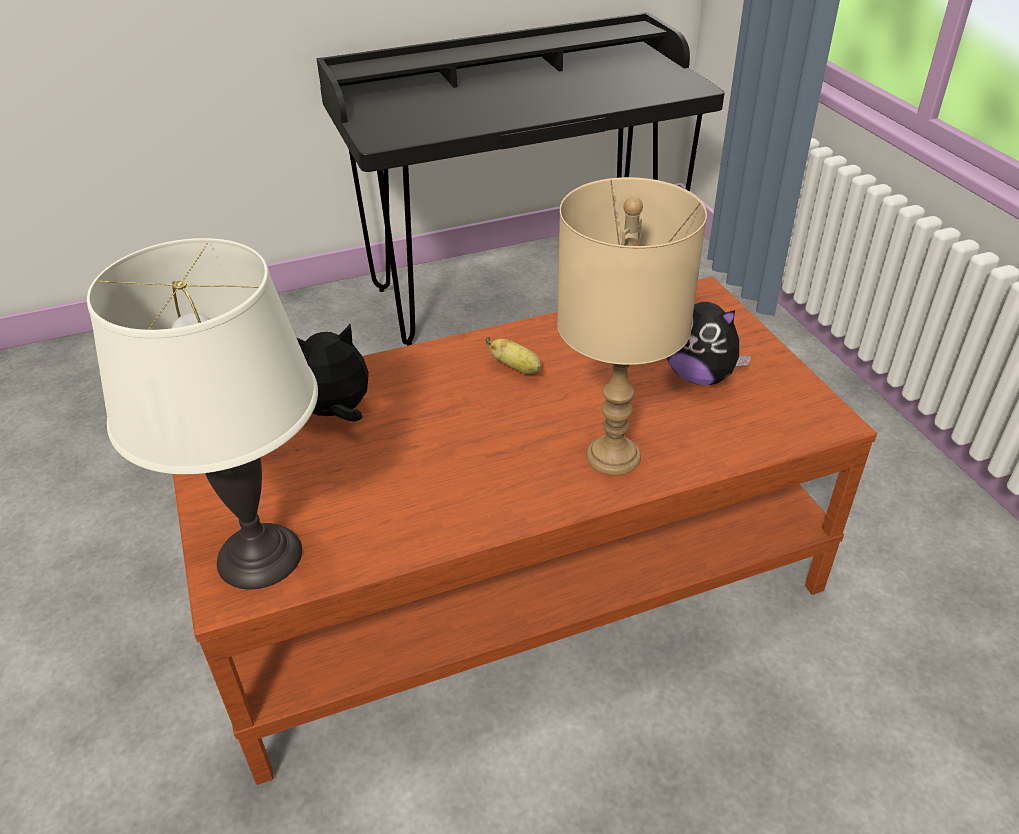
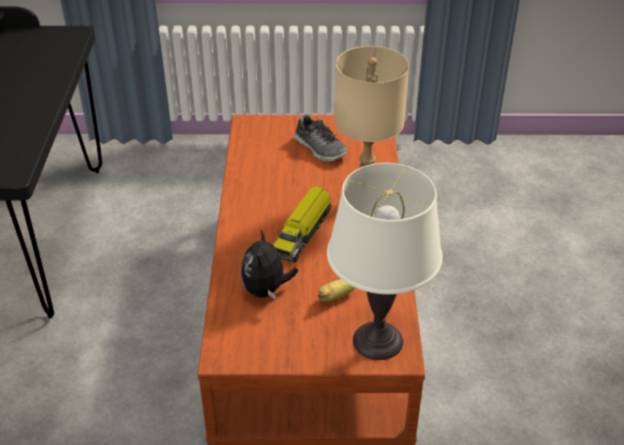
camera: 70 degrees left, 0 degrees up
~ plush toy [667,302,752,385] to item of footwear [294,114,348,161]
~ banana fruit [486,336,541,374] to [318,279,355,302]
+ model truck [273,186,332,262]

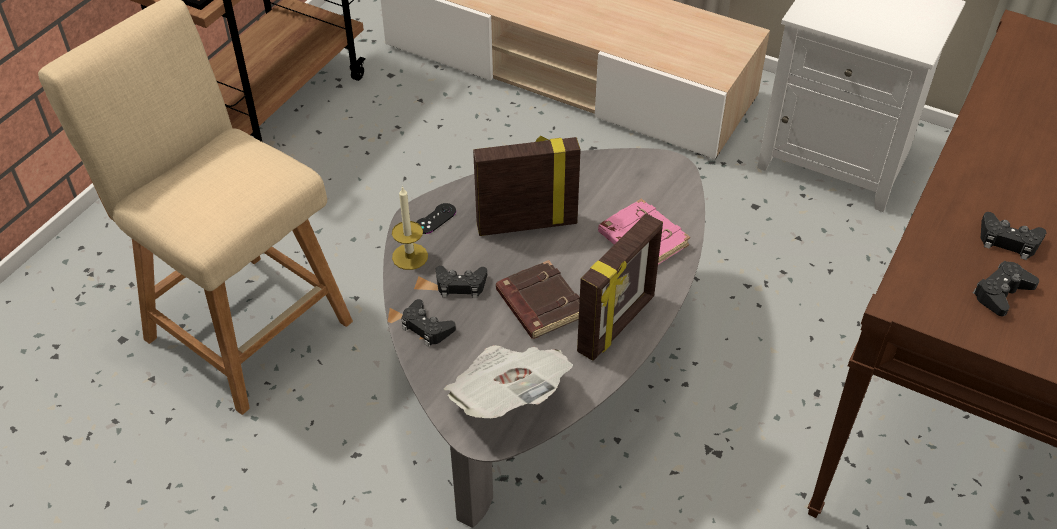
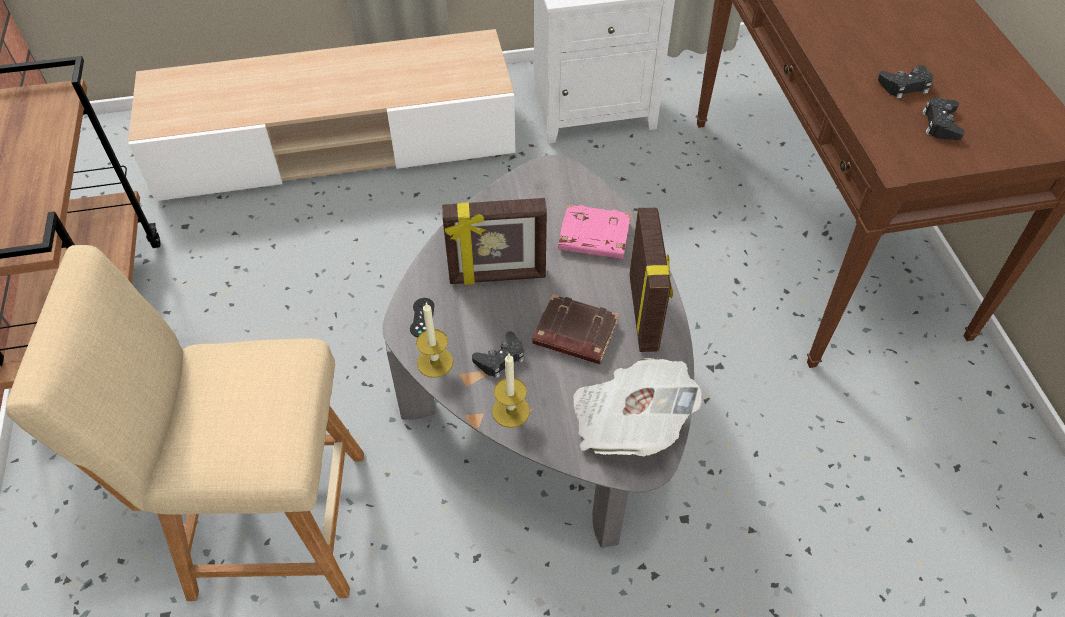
camera: 40 degrees left, 5 degrees up
~ picture frame [473,136,581,236] = [442,198,547,285] 135 degrees counterclockwise
~ black-coloured joypad [401,299,456,347] to wax light [492,354,530,428]

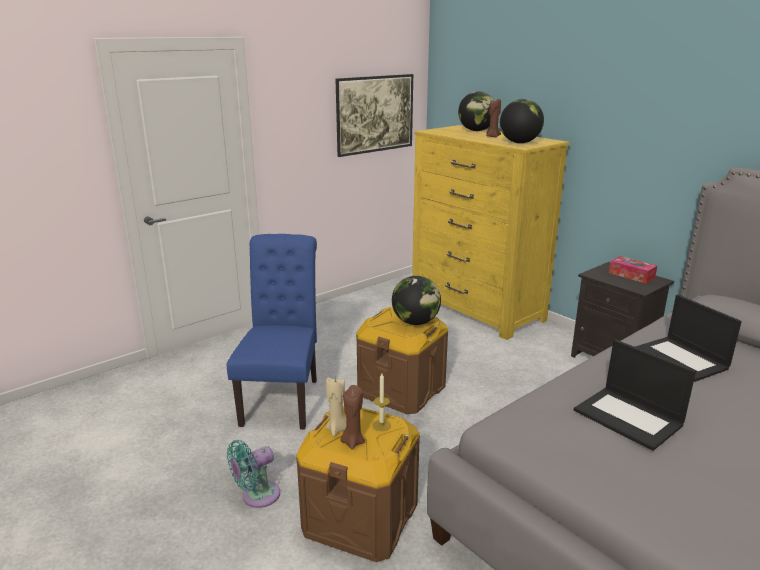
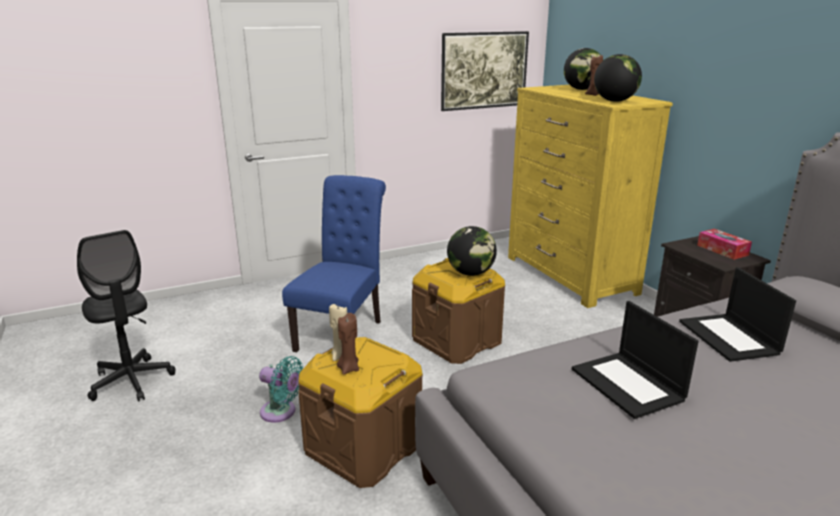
camera: 15 degrees right, 0 degrees up
- wax light [373,373,391,431]
~ blue-green electric fan [227,440,280,508] = [259,356,303,422] 135 degrees counterclockwise
+ black-coloured office chair [77,230,175,401]

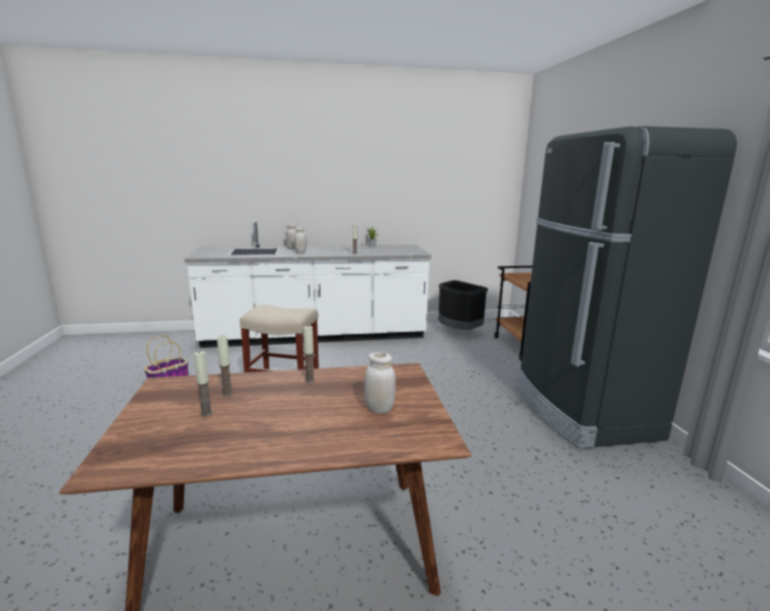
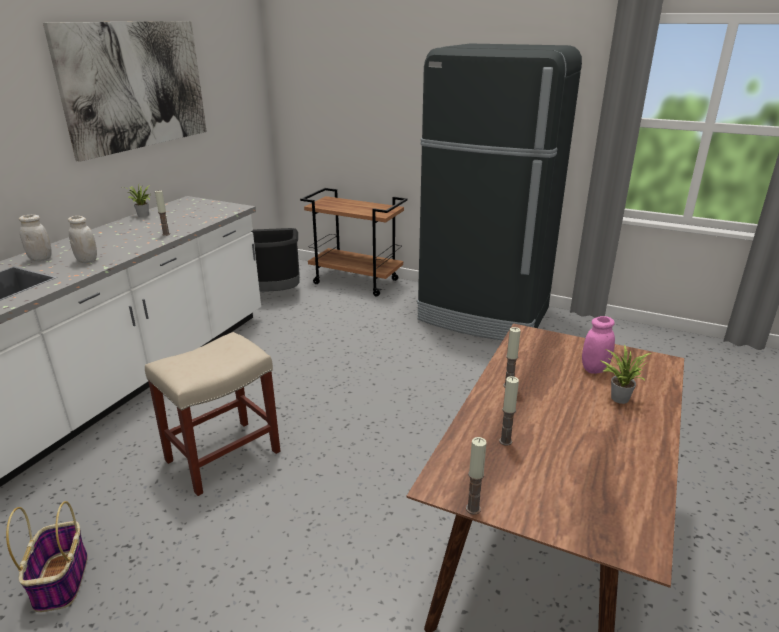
camera: 55 degrees left, 10 degrees up
~ wax light [194,351,213,417] to [466,437,486,515]
~ white preserve jar [364,352,396,413] to pink-coloured preserve jar [582,316,615,374]
+ wall art [43,21,207,162]
+ houseplant [600,345,651,404]

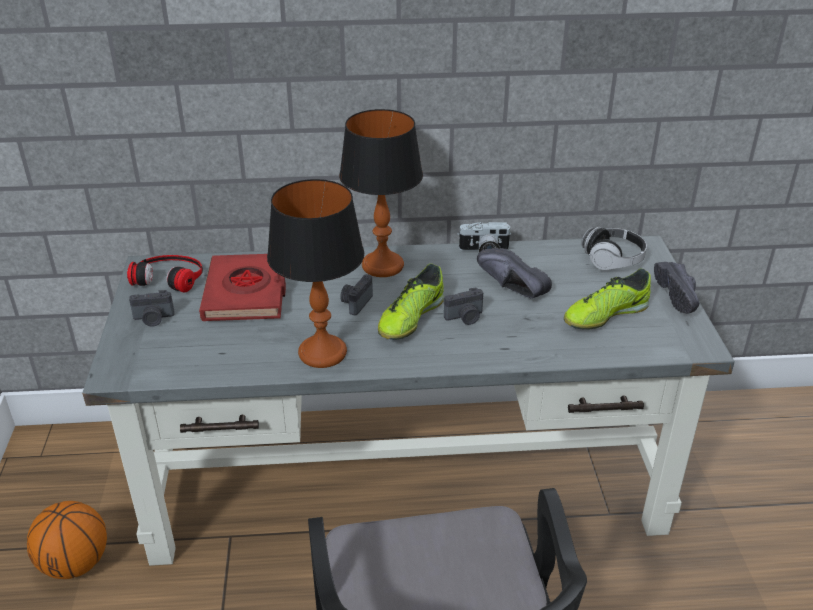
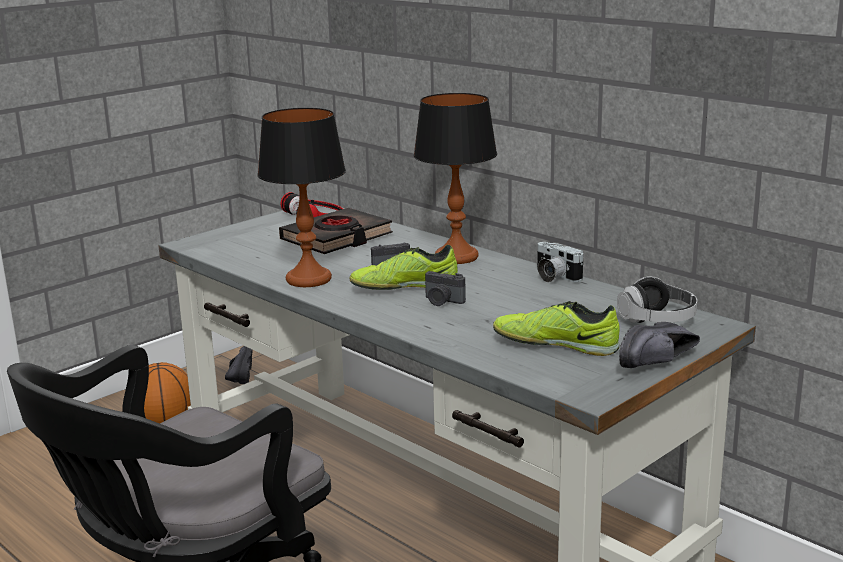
camera: 50 degrees right, 15 degrees down
~ black-coloured item of footwear [477,248,552,298] to [225,346,252,384]
~ red volume [199,254,286,321] to black-coloured volume [279,208,393,254]
- still camera [129,290,175,327]

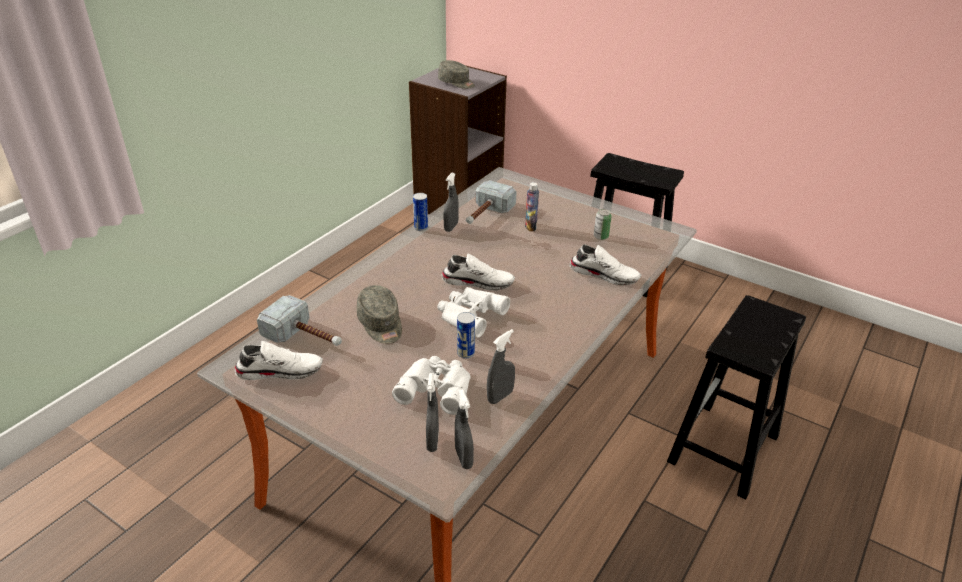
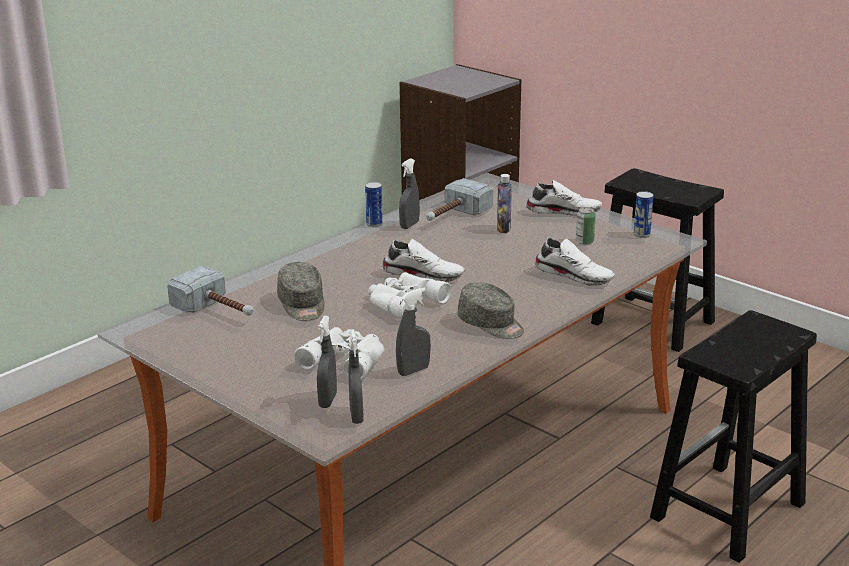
camera: 10 degrees right, 10 degrees down
~ grey peaked cap [438,60,475,89] to [458,282,524,339]
~ can [457,312,475,359] to [634,191,654,238]
~ white item of footwear [235,341,323,380] to [525,180,602,216]

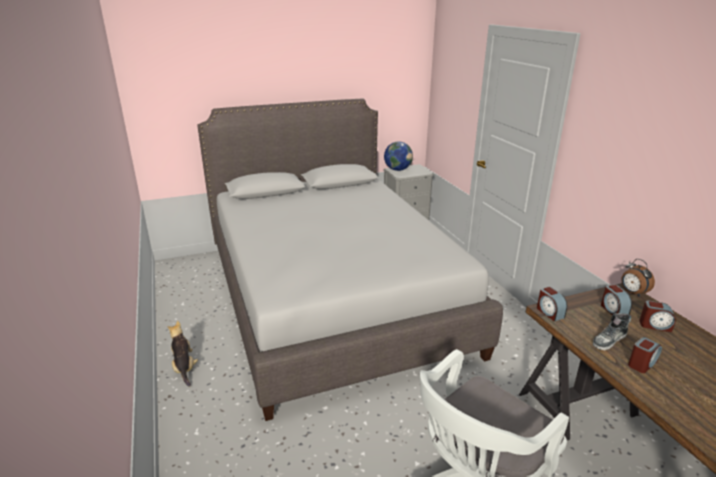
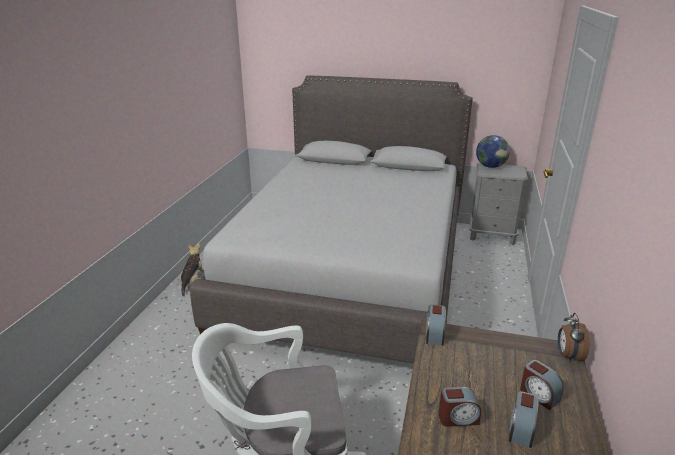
camera: 35 degrees right, 0 degrees up
~ table clock [601,285,632,315] to [509,391,539,448]
- item of footwear [593,313,631,350]

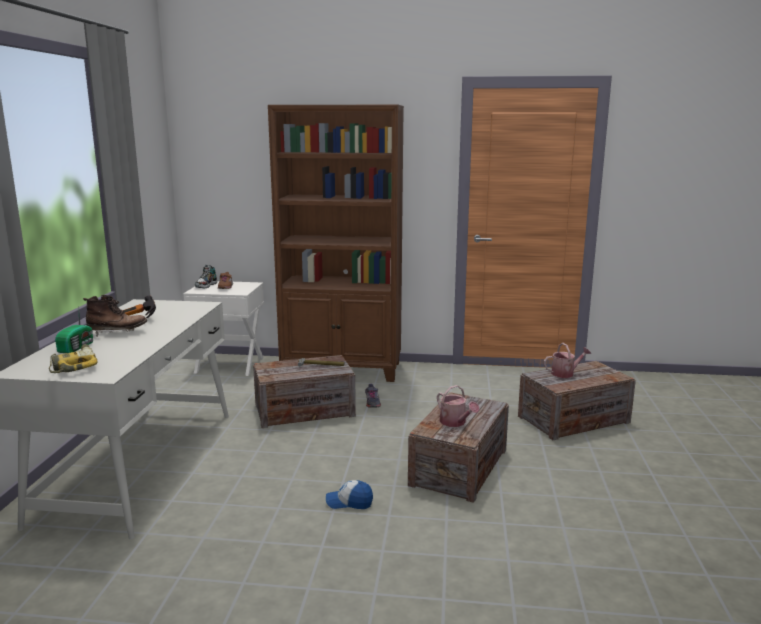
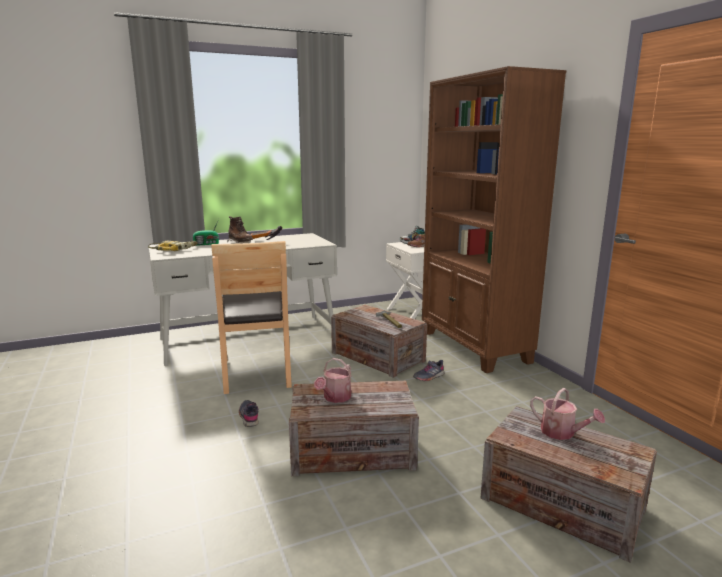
camera: 60 degrees right, 0 degrees up
~ peaked cap [326,480,373,509] to grey item of footwear [239,400,259,427]
+ brown chair [211,241,292,394]

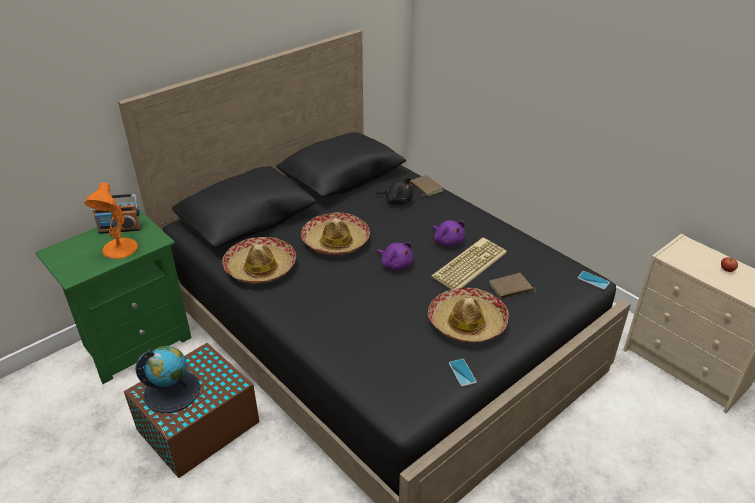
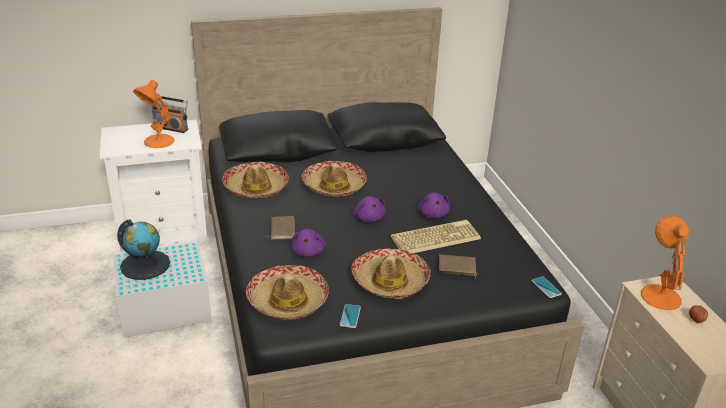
camera: 25 degrees right, 5 degrees down
~ brown volume [411,175,443,196] to [263,216,295,239]
- black-coloured plush toy [376,178,413,204]
~ green bedside table [35,210,191,384] to white bedside table [100,120,208,252]
~ brown storage box [124,343,259,478] to white storage box [113,240,212,338]
+ orange-coloured lamp for a table [641,215,689,310]
+ purplish plush toy [291,229,325,257]
+ clothing hat [246,265,329,320]

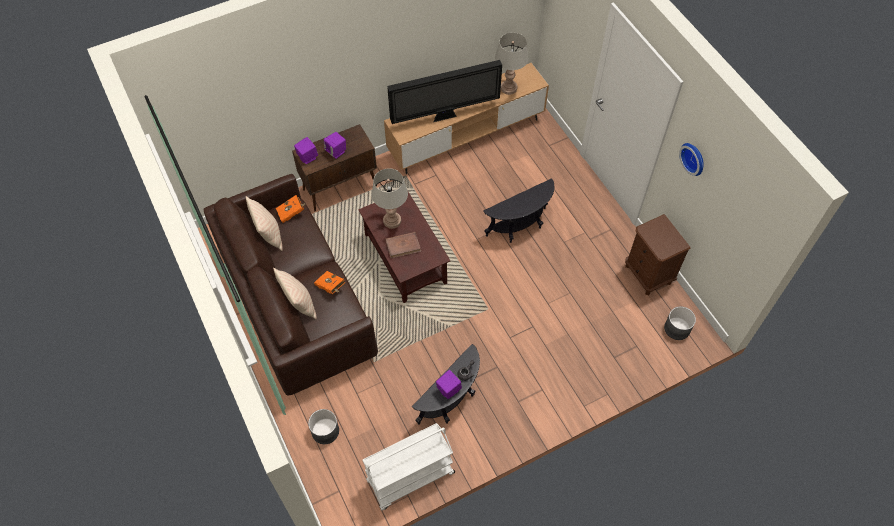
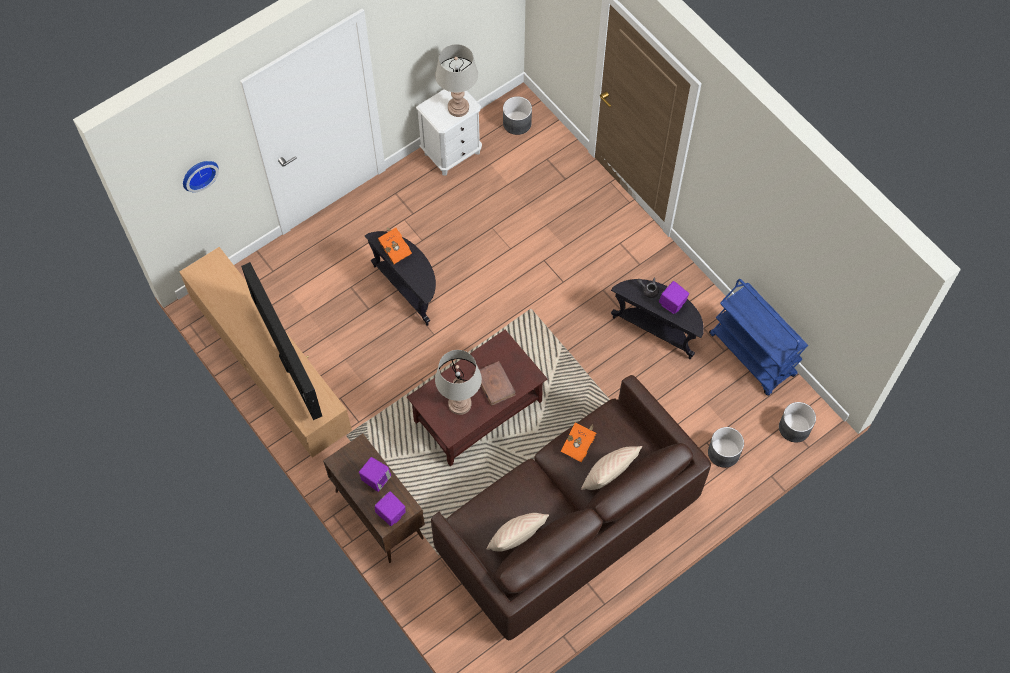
camera: 100 degrees left, 5 degrees up
~ grey lamp for a table [495,32,528,95] to [435,44,478,117]
~ clock on the wall [679,143,704,176] to [183,161,219,192]
~ orange-coloured volume [276,195,306,223] to [378,227,412,265]
~ brown bedside table [625,214,691,295] to white bedside table [416,89,482,176]
~ white cart [363,423,455,510] to blue cart [709,279,808,396]
+ grey plant pot [779,402,816,442]

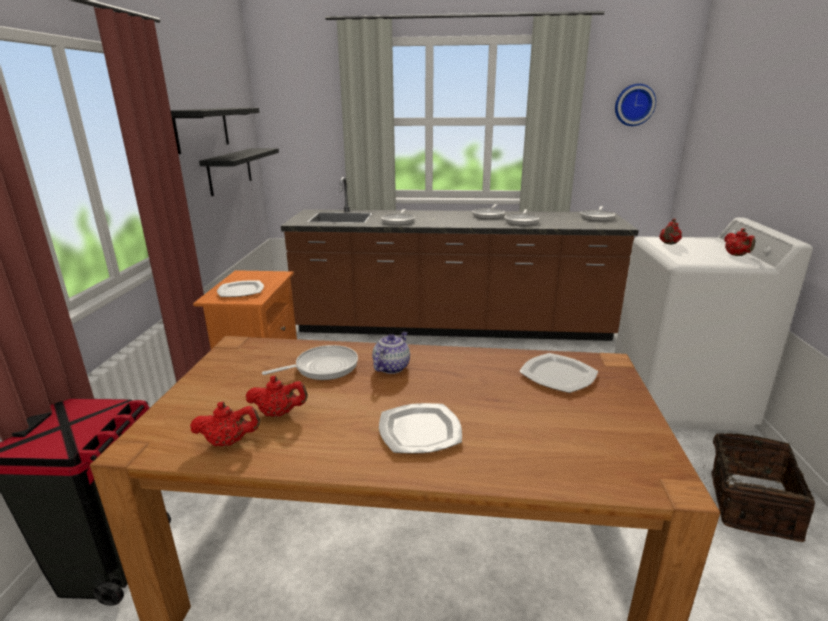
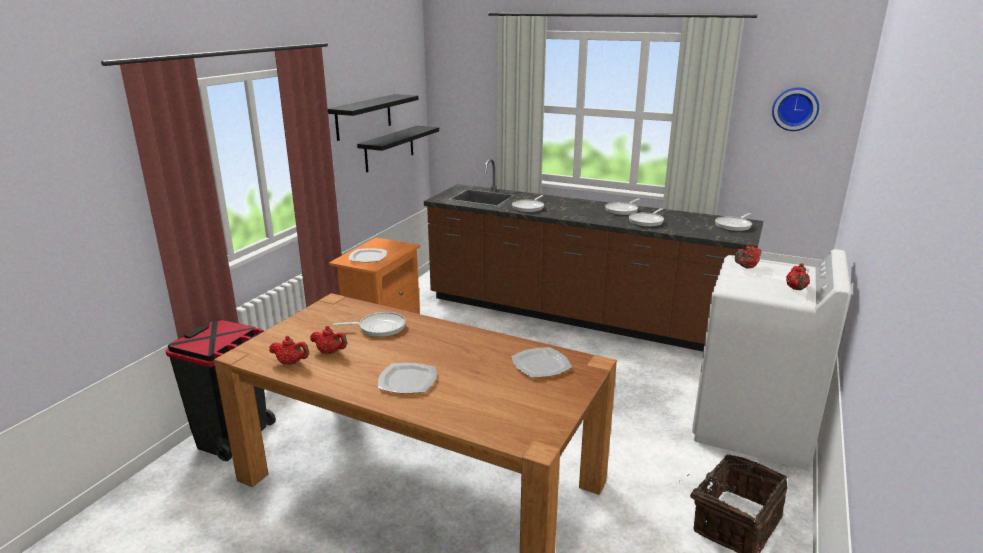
camera: 20 degrees right, 0 degrees up
- tea pot [372,332,410,374]

